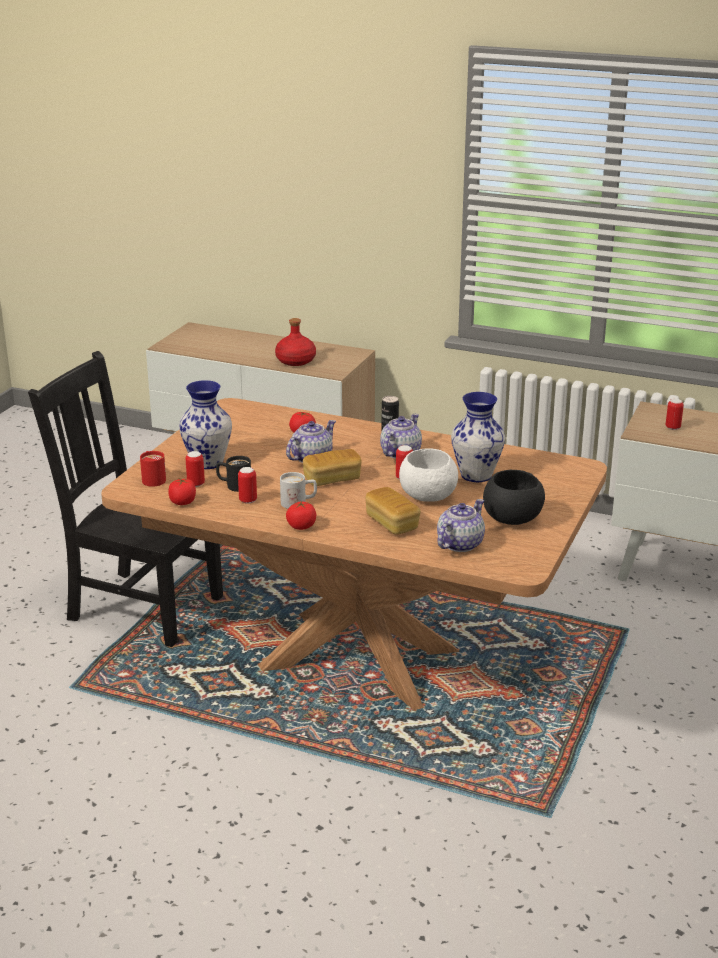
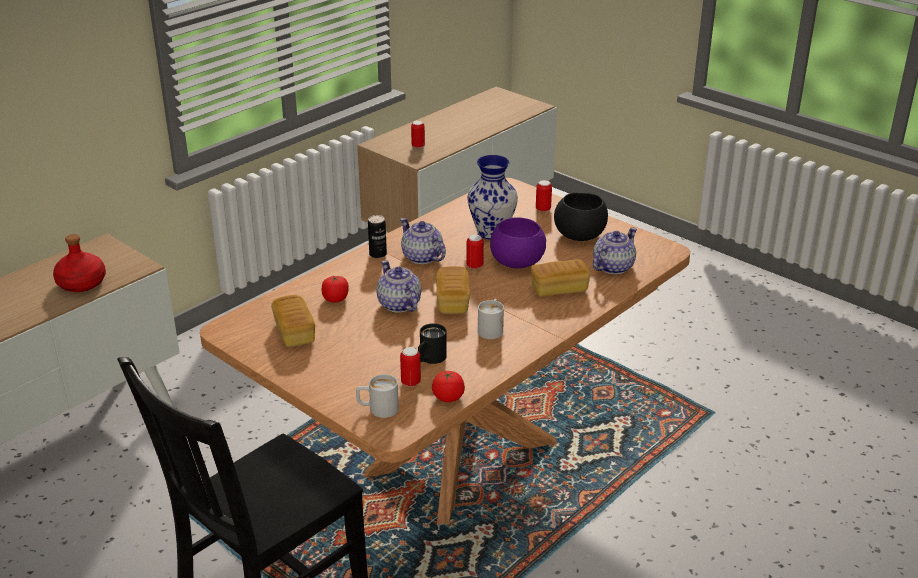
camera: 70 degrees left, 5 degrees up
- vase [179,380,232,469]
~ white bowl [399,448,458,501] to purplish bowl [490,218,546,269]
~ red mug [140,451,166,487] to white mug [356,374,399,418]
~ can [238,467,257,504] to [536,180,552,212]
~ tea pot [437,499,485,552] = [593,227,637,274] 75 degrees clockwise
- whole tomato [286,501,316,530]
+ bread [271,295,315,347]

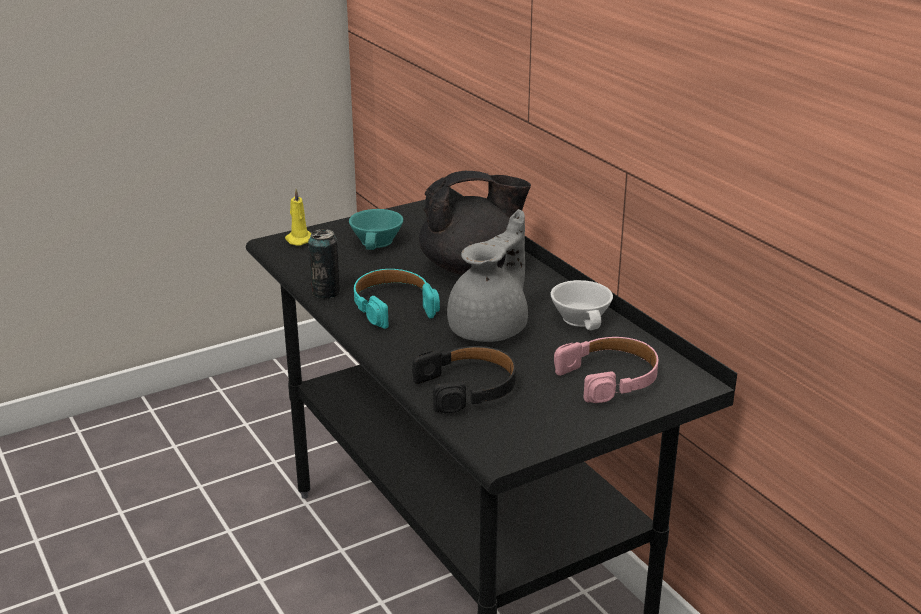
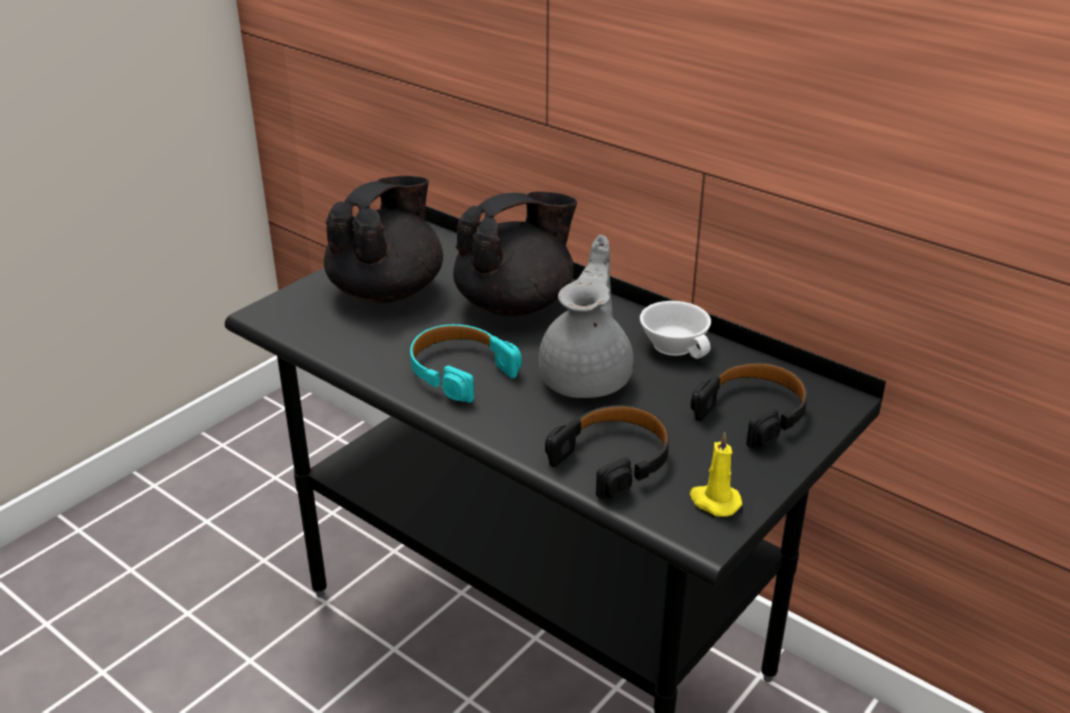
camera: 20 degrees left, 5 degrees up
~ yellowish wax light [285,189,311,246] to [690,432,742,517]
~ blue-green drinking cup [349,209,403,250] to black-coloured tea pot [324,176,443,303]
- can [308,229,341,299]
~ pink-coloured pair of headphones [554,337,658,403] to black-coloured pair of headphones [691,362,808,448]

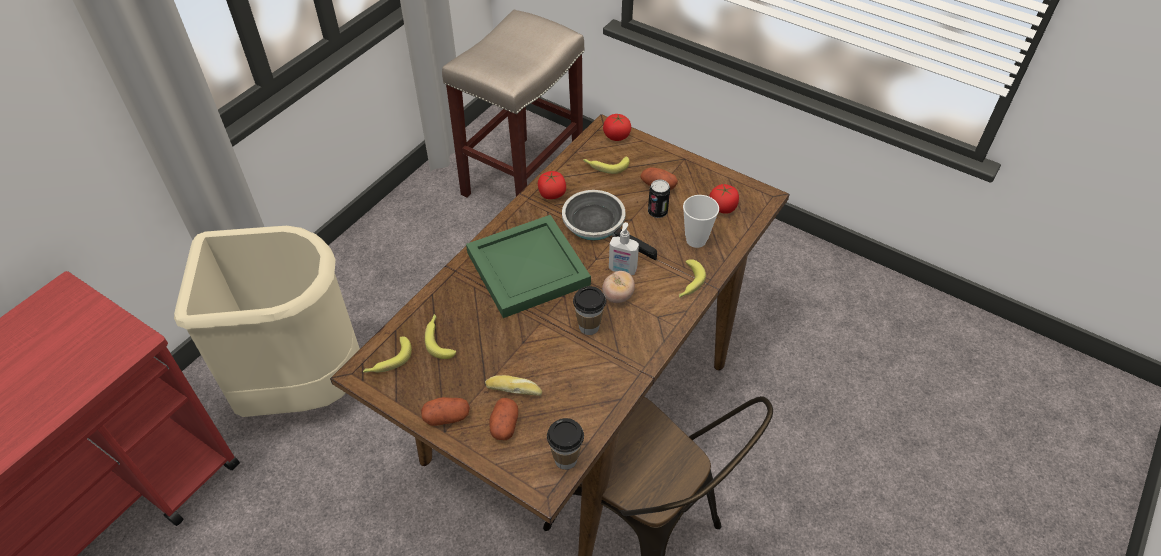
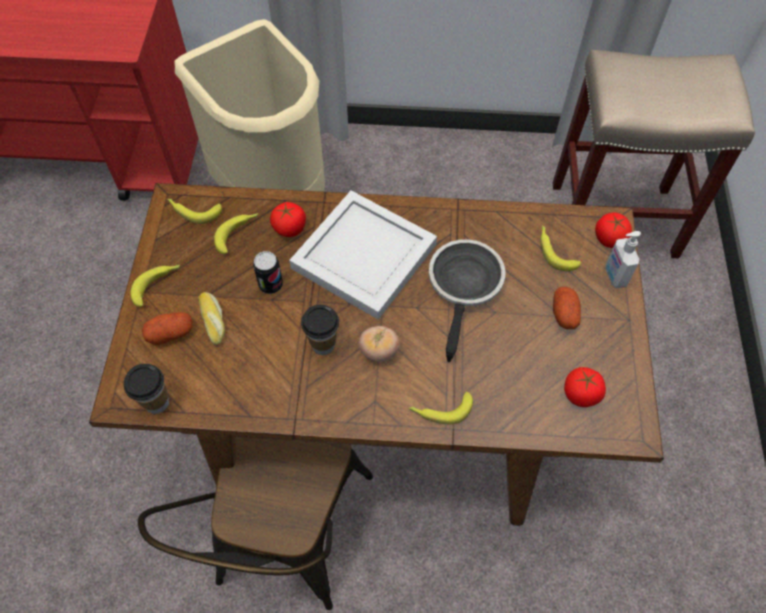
camera: 60 degrees right, 10 degrees up
~ whole tomato [538,171,566,199] to [270,202,306,237]
~ can [648,179,670,218] to [253,251,283,294]
- drinking cup [683,195,719,248]
~ green tray [466,215,591,318] to white tray [289,191,437,320]
~ soap dispenser [609,222,639,275] to [605,231,641,289]
~ potato [421,397,470,426] to banana fruit [131,265,180,307]

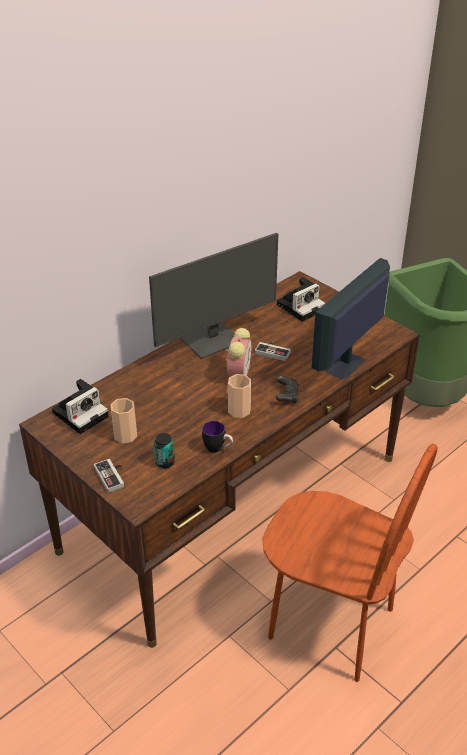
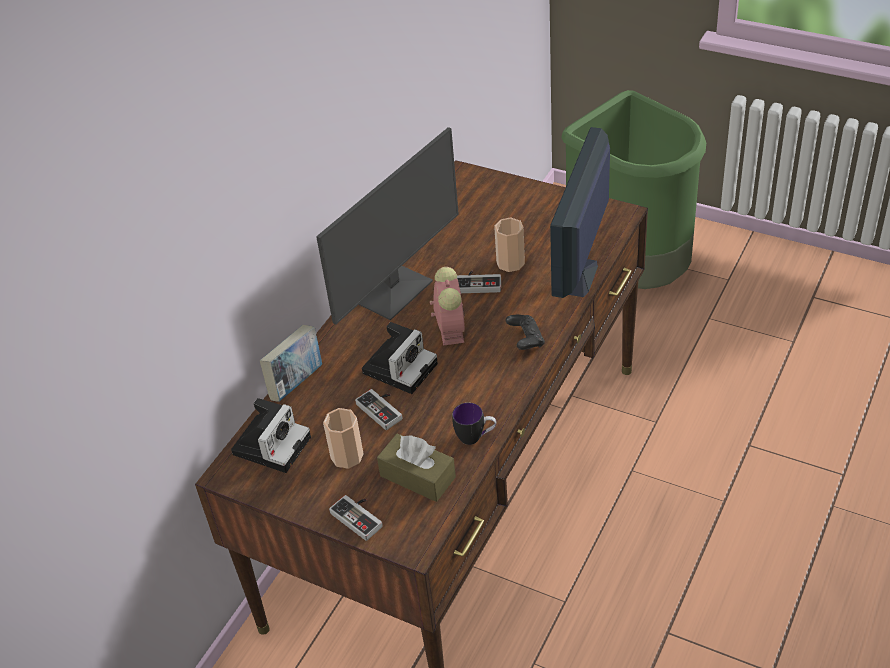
camera: 15 degrees left, 5 degrees up
~ still camera [277,277,325,322] to [362,322,438,394]
~ drinking cup [228,374,251,418] to [494,218,525,272]
~ can [154,433,175,468] to brown tissue holder [377,433,456,502]
- brown chair [262,444,438,682]
+ volume [260,325,322,402]
+ joypad [355,389,402,430]

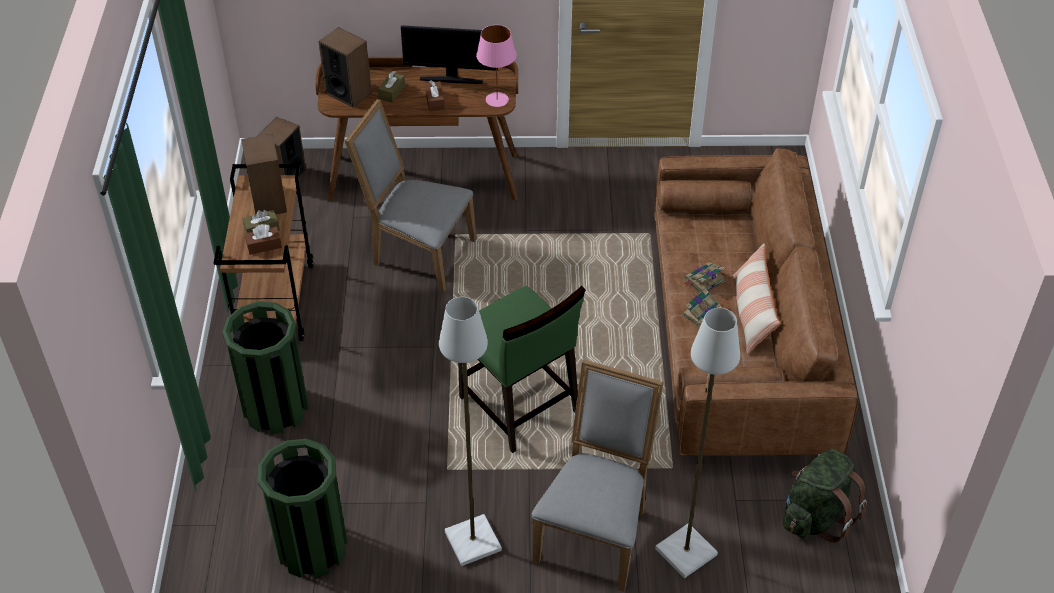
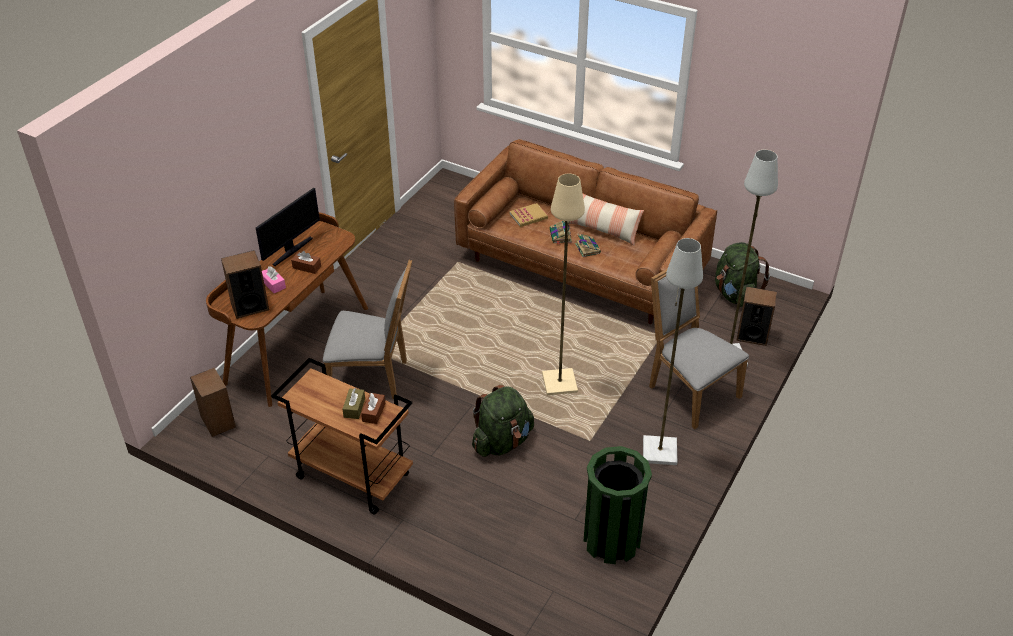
camera: 60 degrees left, 5 degrees down
- pink-coloured lamp for a table [476,25,516,107]
~ brown tissue holder [378,71,405,103] to pink-coloured tissue holder [262,266,286,293]
~ grey chair [345,99,477,293] = [323,259,412,399] 135 degrees counterclockwise
~ loudspeaker [241,134,287,214] to [736,286,777,346]
~ green chair [458,286,585,453] to sand-coloured floor lamp [542,173,585,395]
- green waste bin [222,301,308,434]
+ volume [510,203,548,227]
+ green backpack [472,385,534,457]

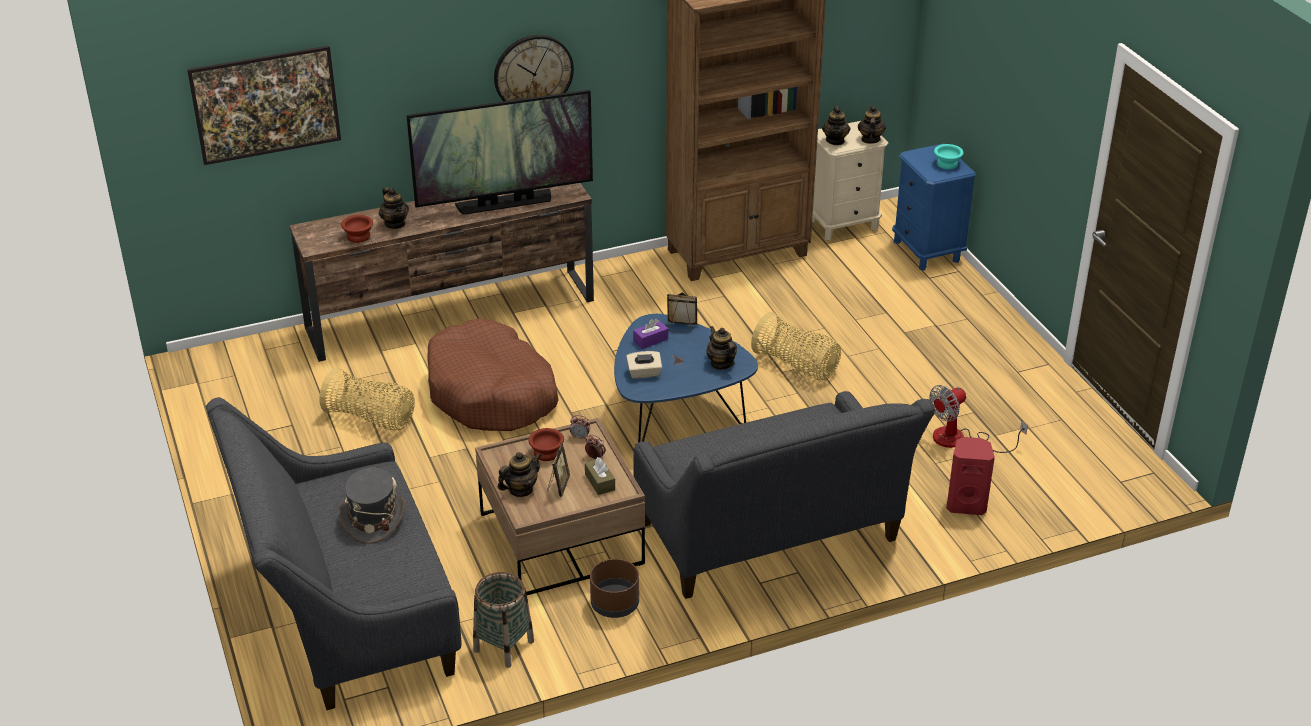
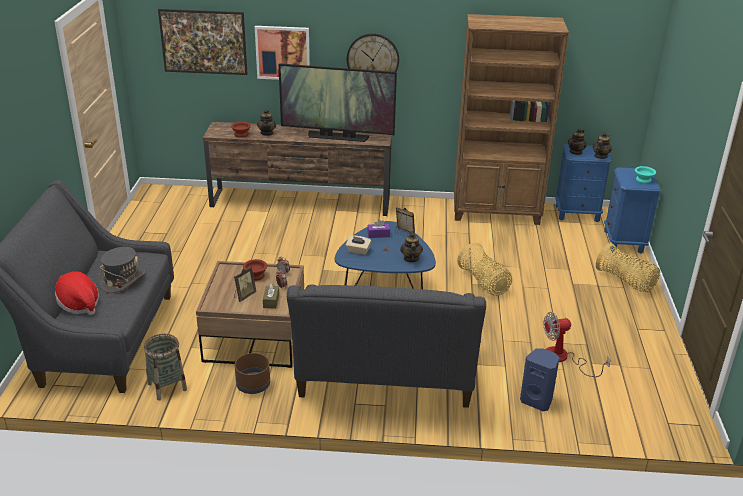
camera: 25 degrees right, 5 degrees down
~ sand-coloured bedside table [812,121,888,241] to blue bedside table [555,144,612,222]
- brown pet bed [428,319,559,431]
~ storage basket [319,367,415,431] to [596,243,660,292]
~ red loudspeaker [946,437,995,515] to blue loudspeaker [520,349,559,411]
- tea pot [498,452,542,497]
+ wall art [255,26,310,80]
+ clothing hat [55,271,99,315]

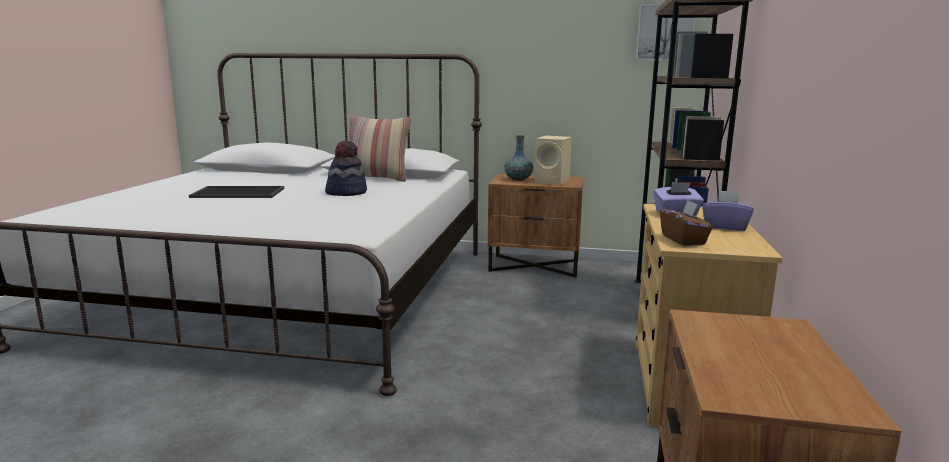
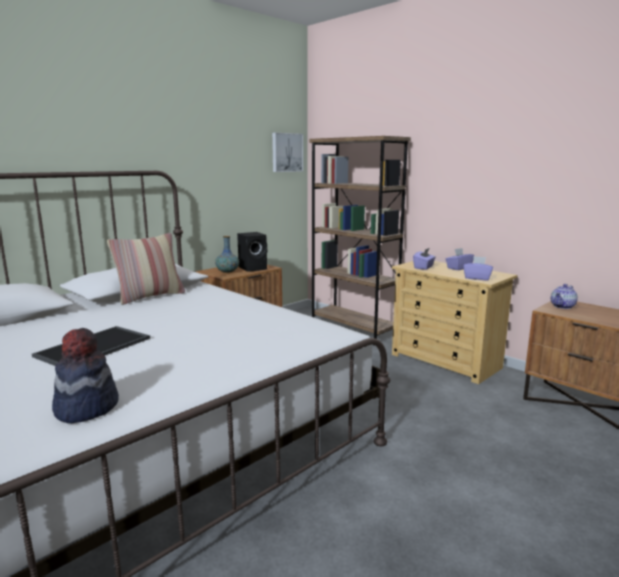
camera: 55 degrees left, 0 degrees up
~ sand-coloured loudspeaker [534,135,572,185] to black-coloured loudspeaker [237,232,267,272]
~ clothing hat [325,140,367,196] to [52,328,119,423]
~ brown tissue holder [660,200,713,246] to purplish tissue holder [463,256,493,280]
+ tea pot [551,284,578,309]

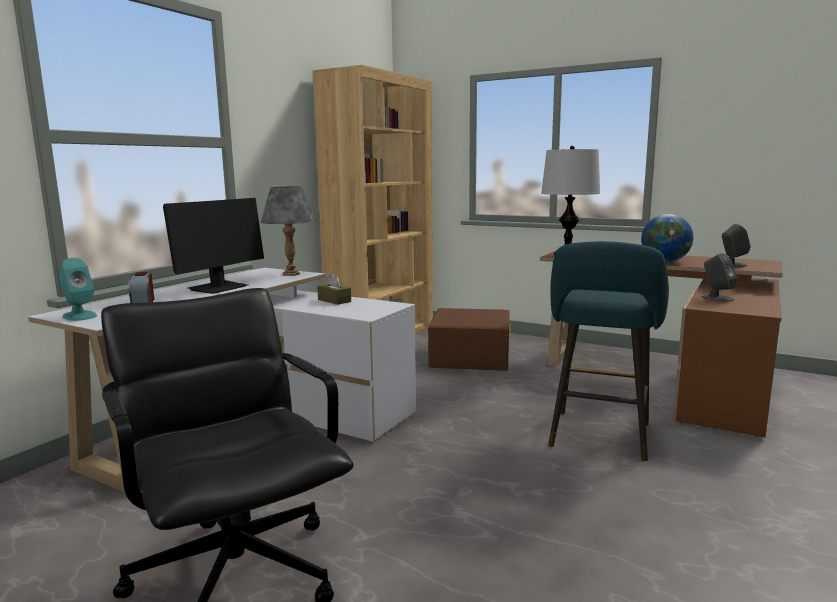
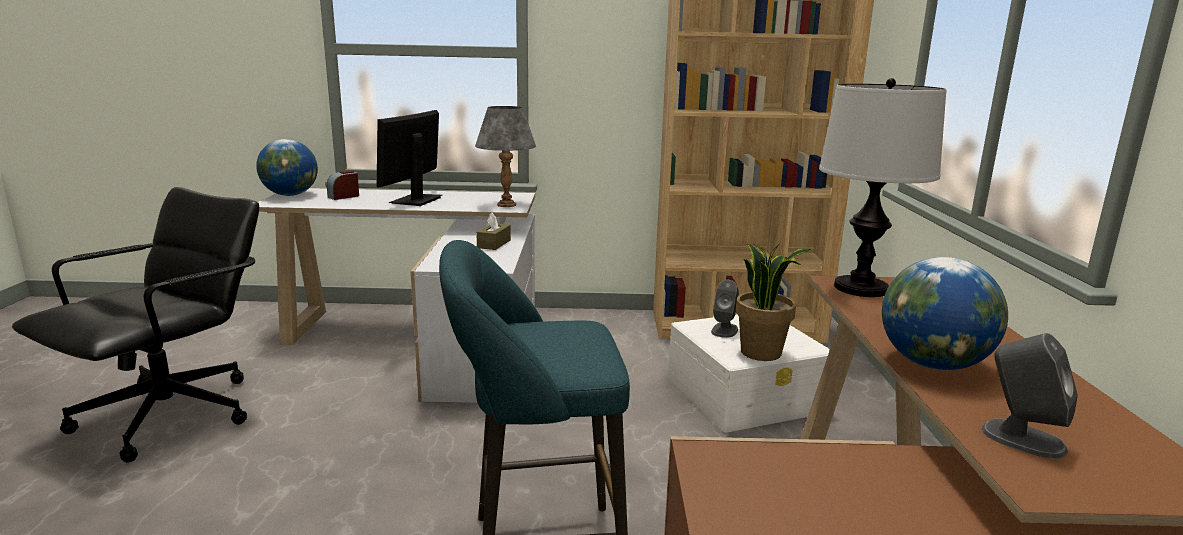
camera: 60 degrees right, 5 degrees up
~ computer screen [163,198,264,294] = [377,110,442,206] 105 degrees clockwise
~ grey loudspeaker [701,253,737,302] to [711,280,739,338]
~ blue-green loudspeaker [59,258,97,321] to globe [256,139,318,196]
~ brown storage box [428,308,511,371] to white storage box [668,314,830,433]
+ houseplant [736,243,811,361]

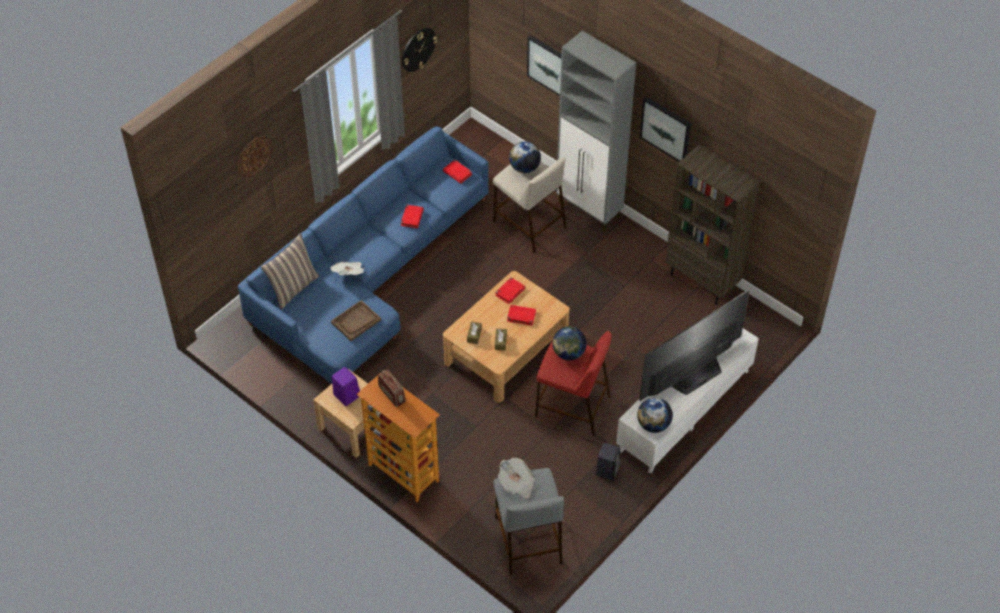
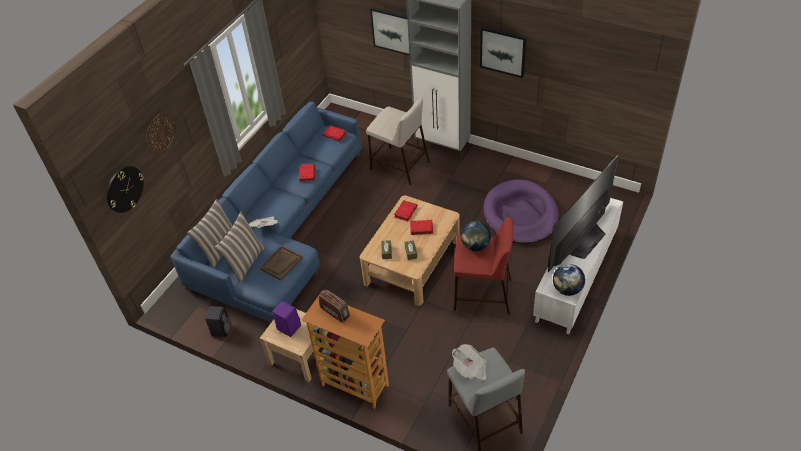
camera: 10 degrees left, 5 degrees down
~ clock on the wall [402,28,437,72] to [107,166,144,213]
- globe [509,142,541,173]
- brown bookshelf [665,145,760,305]
~ black-coloured loudspeaker [596,443,621,480] to [205,306,231,337]
+ purplish pet bed [483,179,559,244]
+ throw pillow [214,211,265,283]

